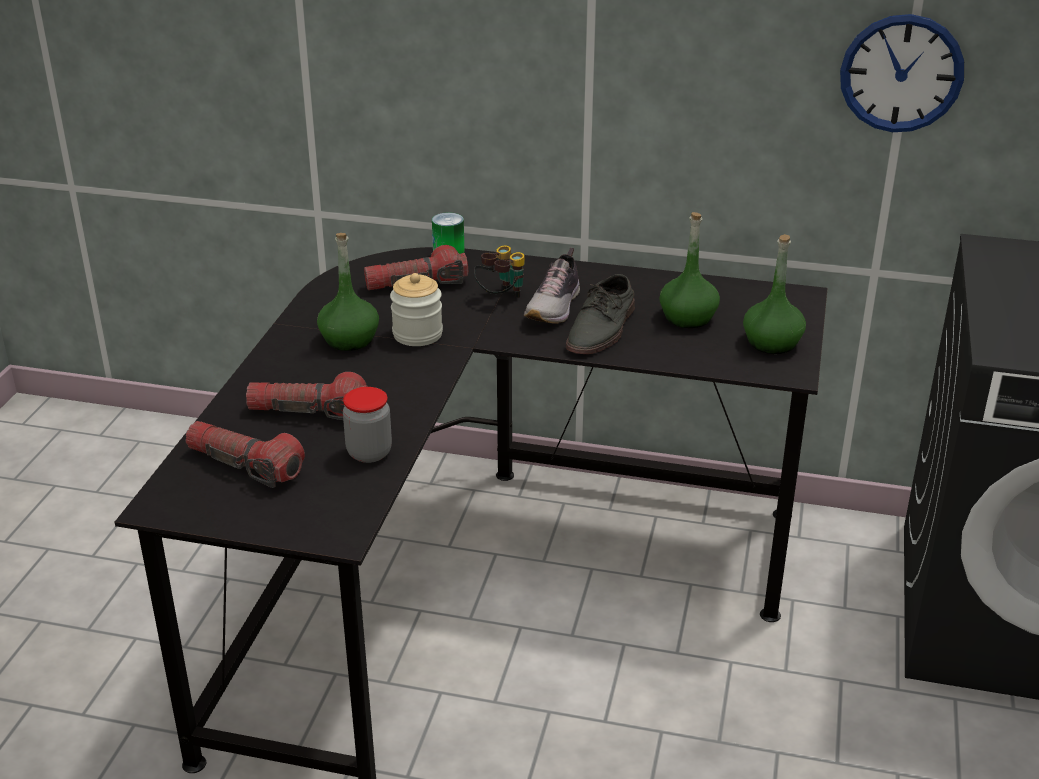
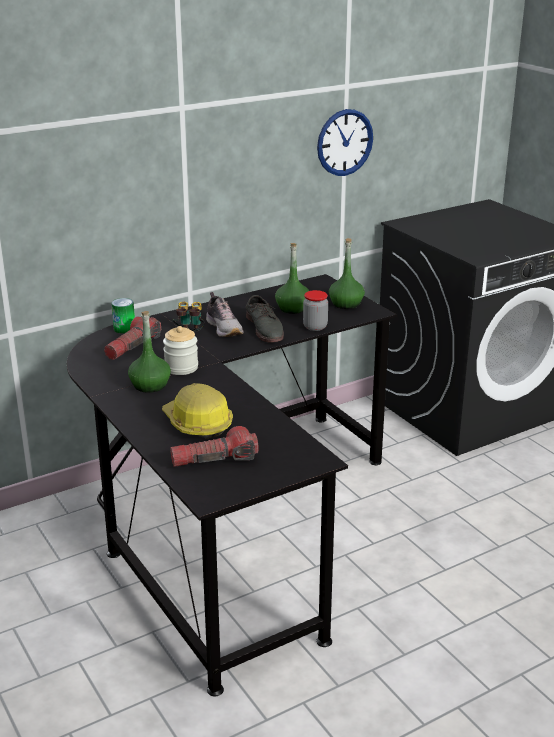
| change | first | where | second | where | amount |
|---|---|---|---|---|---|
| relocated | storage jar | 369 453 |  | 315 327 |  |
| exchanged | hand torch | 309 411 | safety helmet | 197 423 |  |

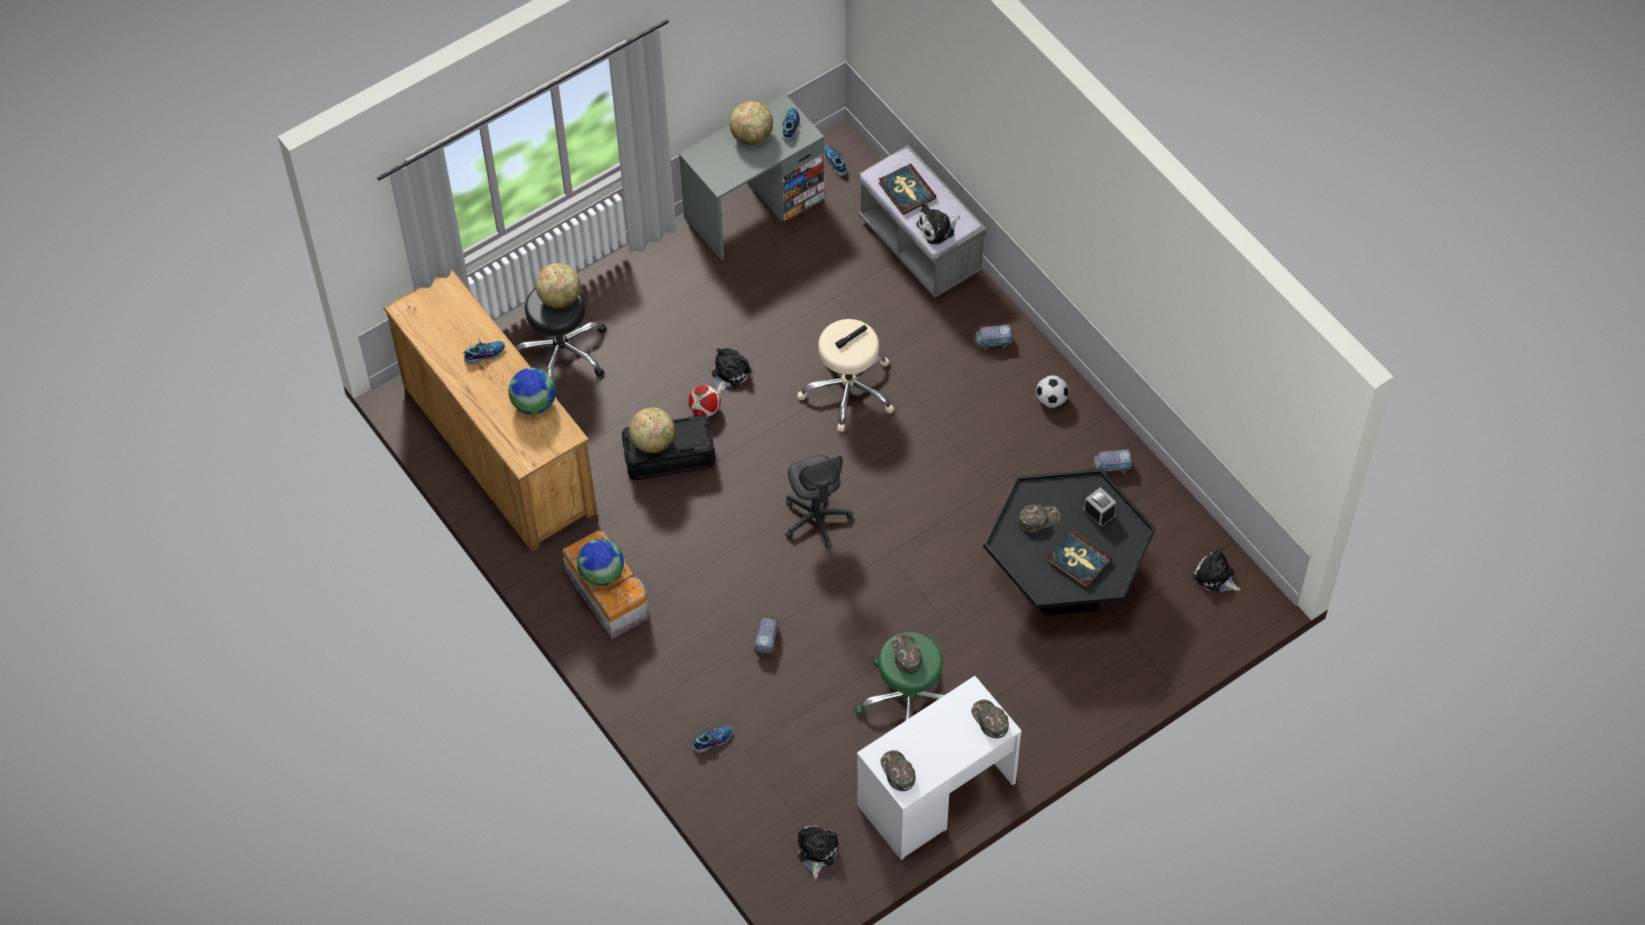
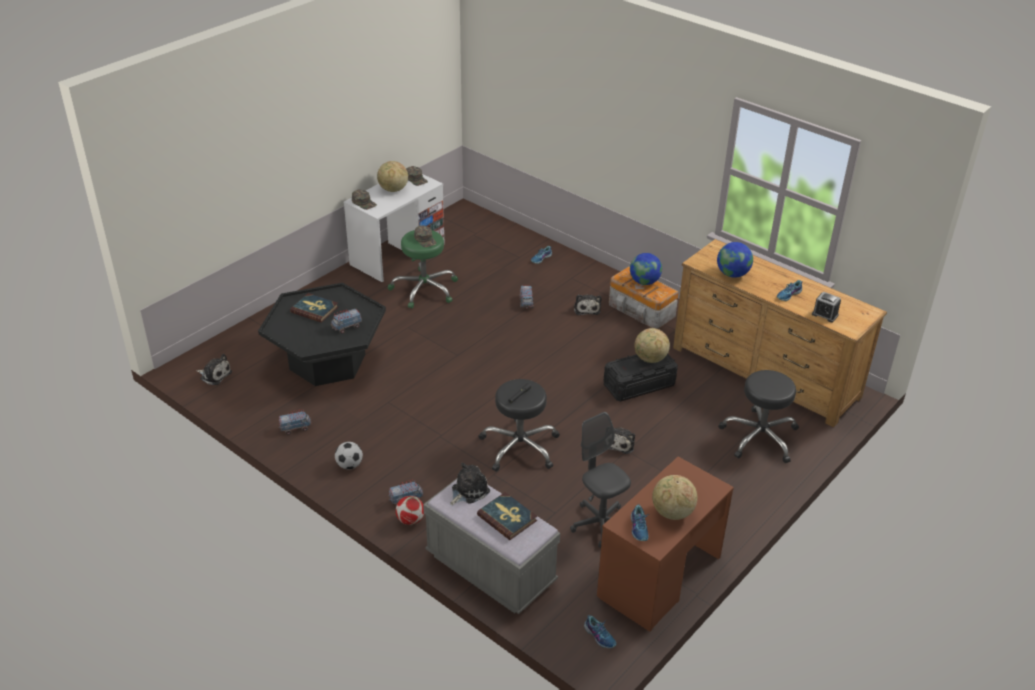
| change | first | where | second | where | amount |
|---|---|---|---|---|---|
| relocated | world globe | 560 298 |  | 393 190 |  |
| relocated | ball for football | 705 409 |  | 410 520 |  |
| relocated | gray desk chair | 816 519 |  | 600 524 |  |
| relocated | plush toy | 816 851 |  | 587 308 |  |
| relocated | table clock | 1099 513 |  | 825 315 |  |
| exchanged | greenish cap | 1038 519 | toy lorry | 346 327 |  |
| colour | gray desk | 754 208 | brown-coloured desk | 659 577 |  |
| colour | beige stool | 848 390 | black stool | 519 446 |  |

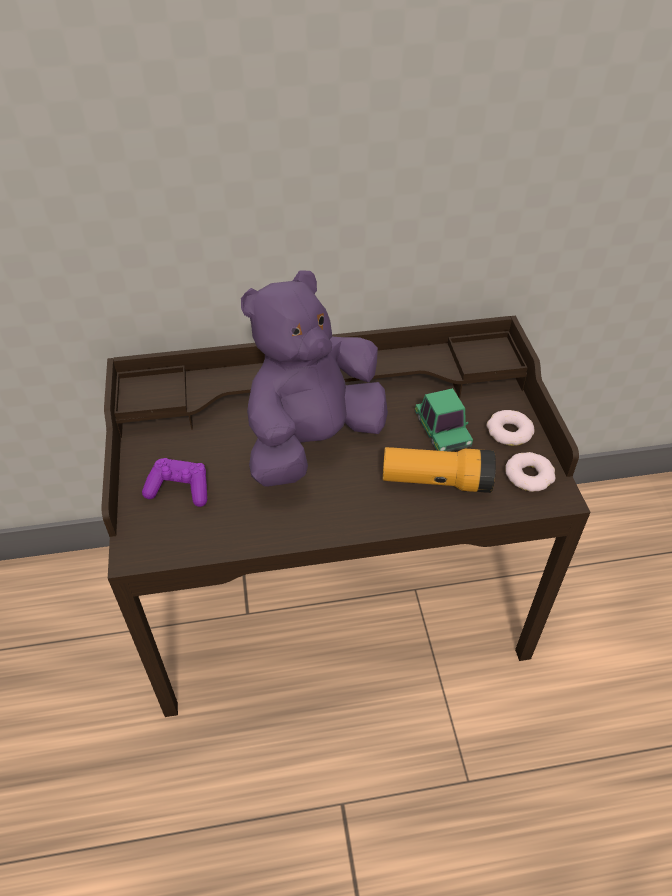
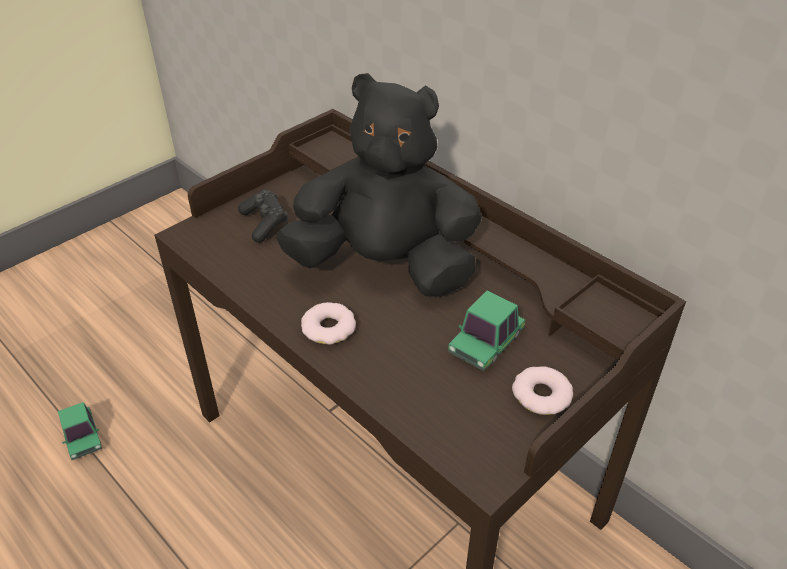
| change | first | where | second | where | amount |
|---|---|---|---|---|---|
| missing | hand torch | 436 481 |  |  |  |
| appeared |  |  | miniature car | 82 437 |  |
| relocated | donut | 529 475 |  | 329 328 |  |
| colour | purple gamepad | 180 489 | black gamepad | 265 223 |  |
| colour | purple plush toy | 312 441 | black plush toy | 385 266 |  |

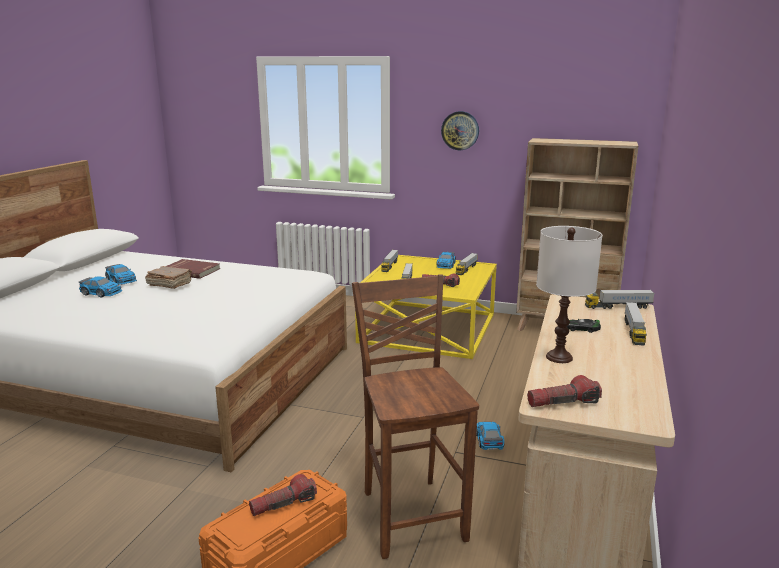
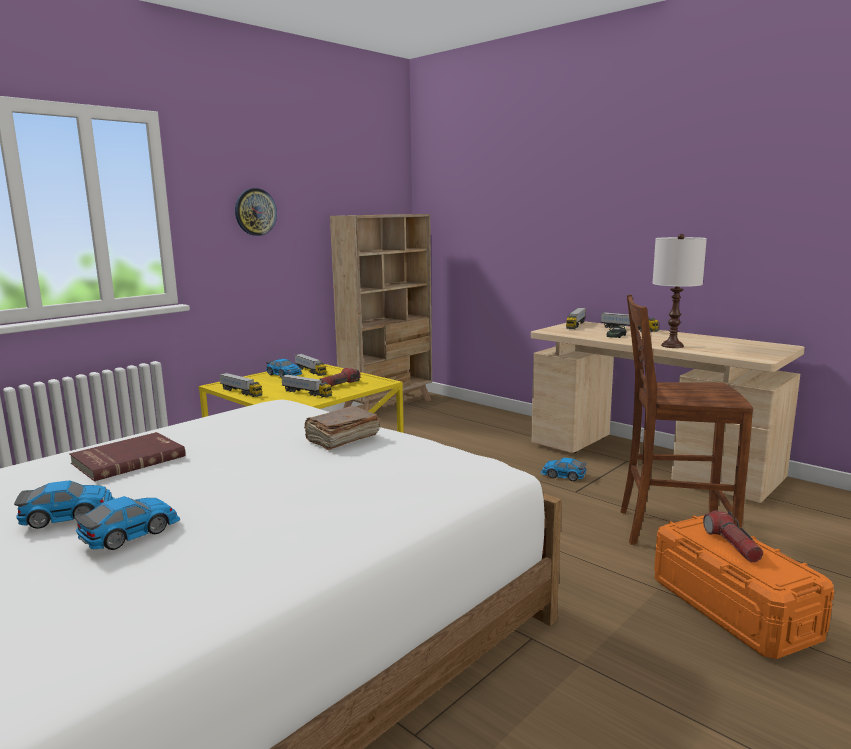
| change | first | where | second | where | amount |
|---|---|---|---|---|---|
| missing | hand torch | 563 403 |  |  |  |
| relocated | brown-coloured volume | 169 284 |  | 341 439 |  |

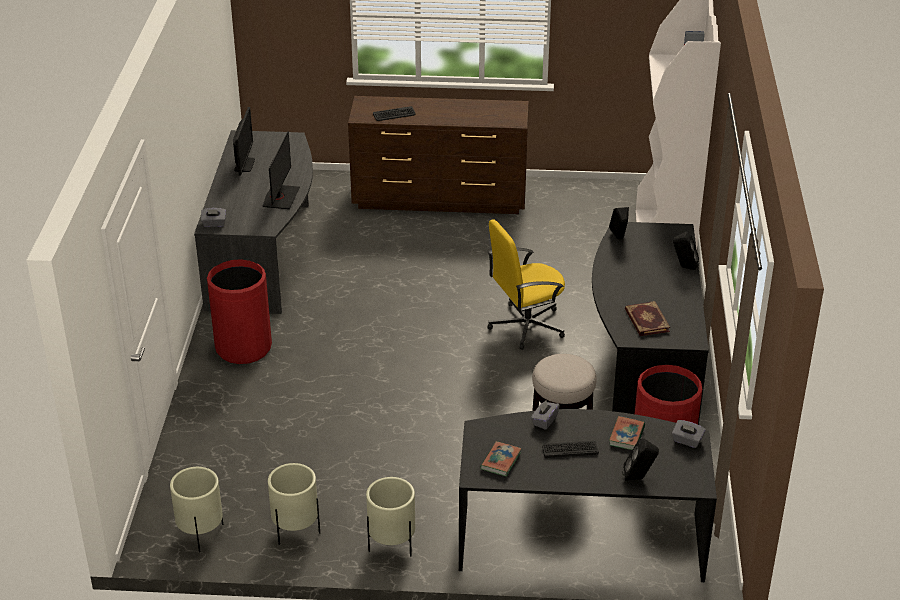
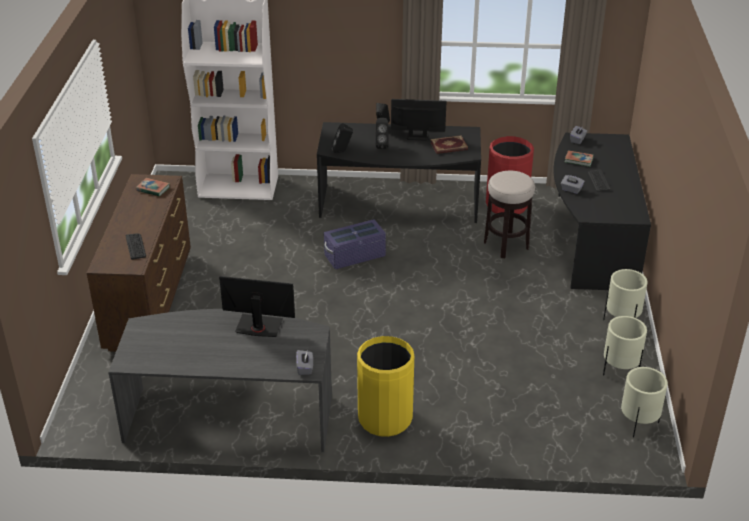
| change | first | where | second | where | amount |
|---|---|---|---|---|---|
| relocated | monitor | 244 165 |  | 417 136 |  |
| relocated | volume | 500 461 |  | 153 189 |  |
| relocated | black loudspeaker | 639 478 |  | 381 145 |  |
| exchanged | yellow desk chair | 525 326 | purple storage box | 354 256 |  |
| colour | red waste bin | 243 347 | yellow waste bin | 385 418 |  |

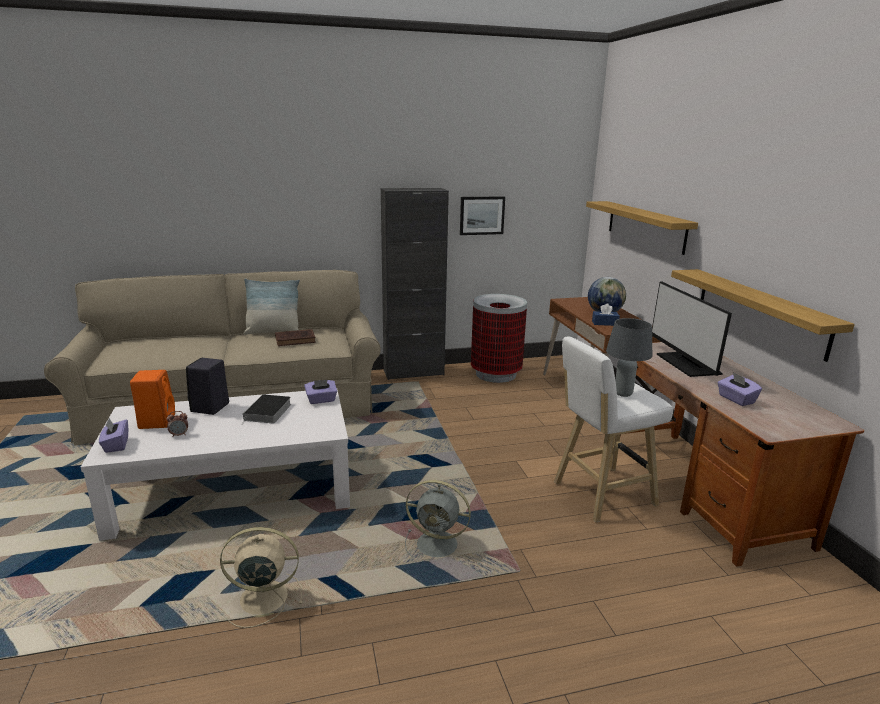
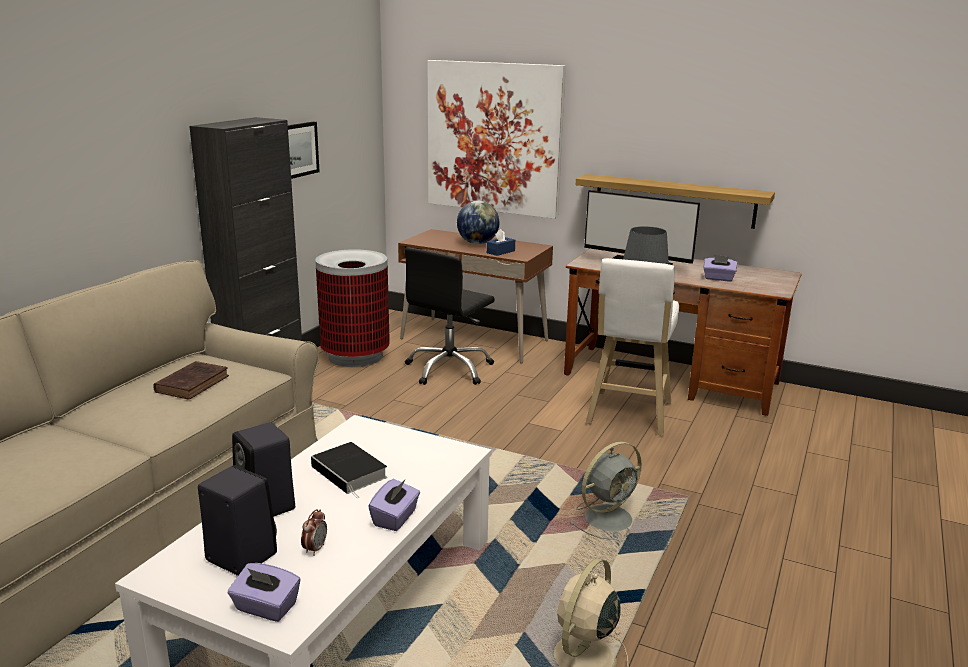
| change | first | where | second | where | amount |
|---|---|---|---|---|---|
| missing | throw pillow | 273 332 |  |  |  |
| appeared |  |  | black desk chair | 449 369 |  |
| relocated | purple tissue holder | 321 400 |  | 395 518 |  |
| exchanged | shelf | 645 226 | picture | 494 138 |  |
| colour | orange loudspeaker | 157 421 | black loudspeaker | 239 556 |  |

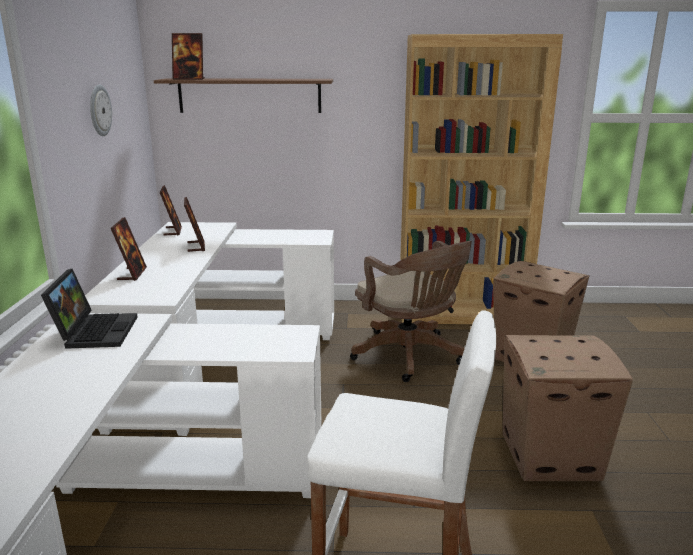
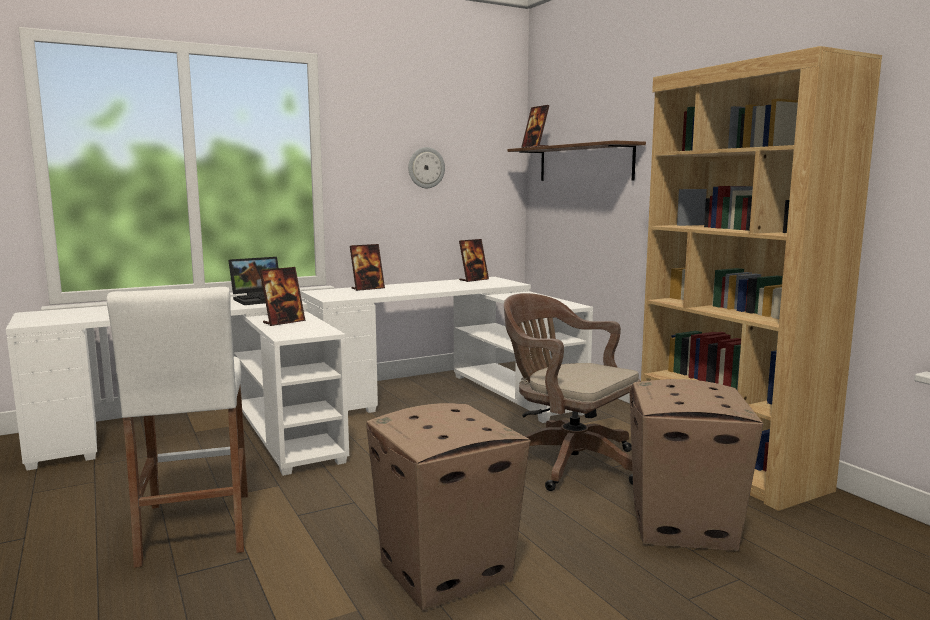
| change | first | where | second | where | amount |
|---|---|---|---|---|---|
| relocated | picture frame | 196 247 |  | 283 322 |  |
| spun | brown-coloured desk chair | 410 356 |  | 566 461 | 105 degrees clockwise |

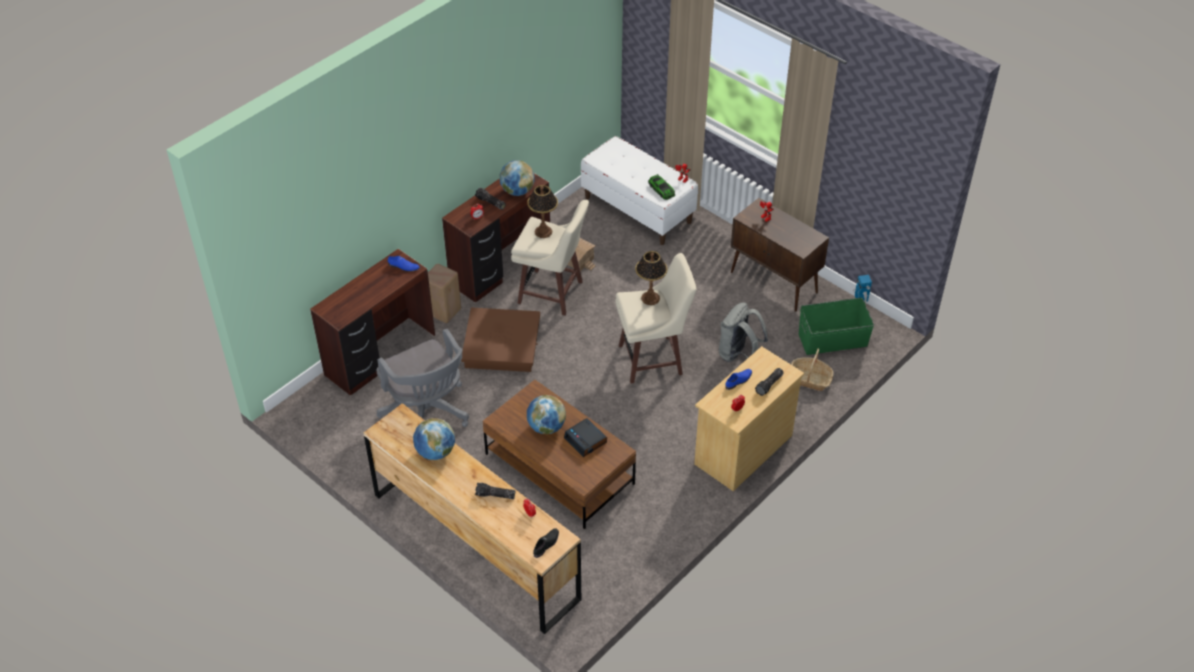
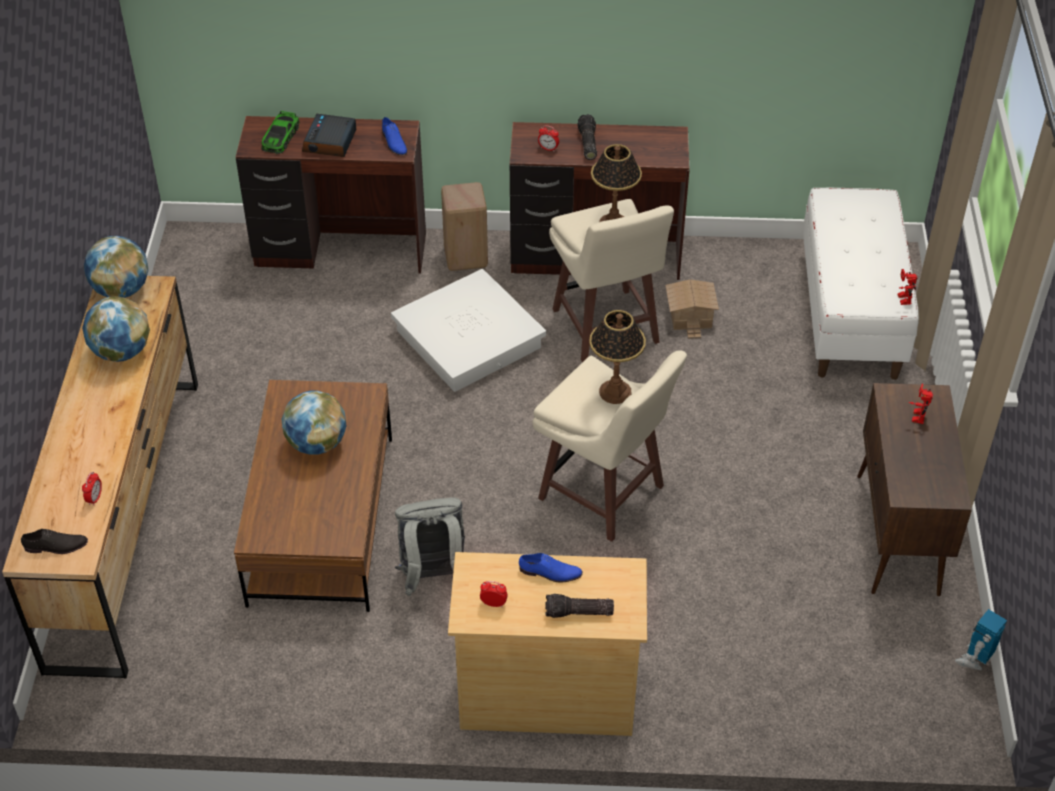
| change | first | where | second | where | amount |
|---|---|---|---|---|---|
| missing | gray desk chair | 428 414 |  |  |  |
| missing | hand torch | 495 495 |  |  |  |
| missing | storage basket | 810 379 |  |  |  |
| missing | greenish storage box | 833 340 |  |  |  |
| relocated | world globe | 517 191 |  | 121 290 |  |
| relocated | table clock | 586 440 |  | 330 142 |  |
| relocated | miniature car | 661 190 |  | 280 137 |  |
| relocated | gray knapsack | 738 354 |  | 433 577 |  |
| colour | brown-coloured storage box | 502 345 | white-coloured storage box | 469 339 |  |

